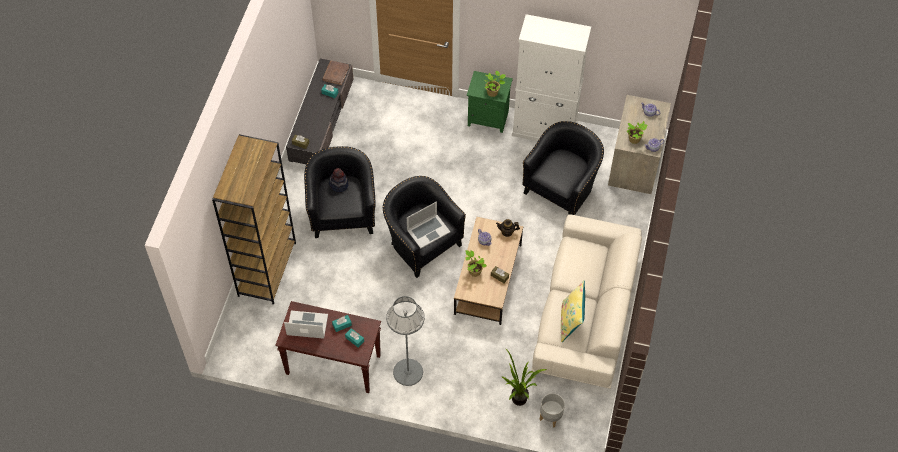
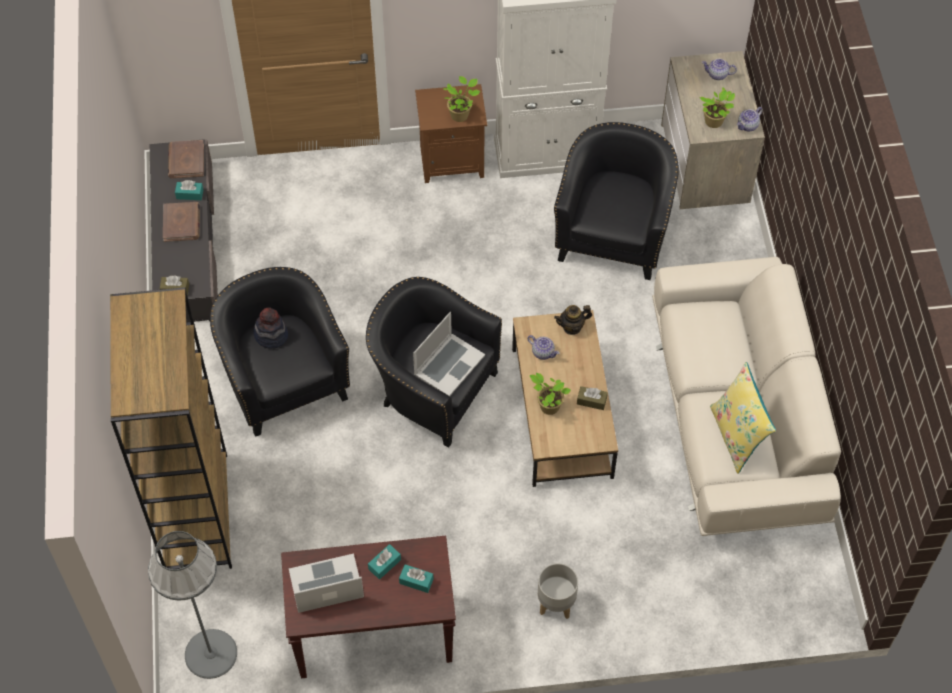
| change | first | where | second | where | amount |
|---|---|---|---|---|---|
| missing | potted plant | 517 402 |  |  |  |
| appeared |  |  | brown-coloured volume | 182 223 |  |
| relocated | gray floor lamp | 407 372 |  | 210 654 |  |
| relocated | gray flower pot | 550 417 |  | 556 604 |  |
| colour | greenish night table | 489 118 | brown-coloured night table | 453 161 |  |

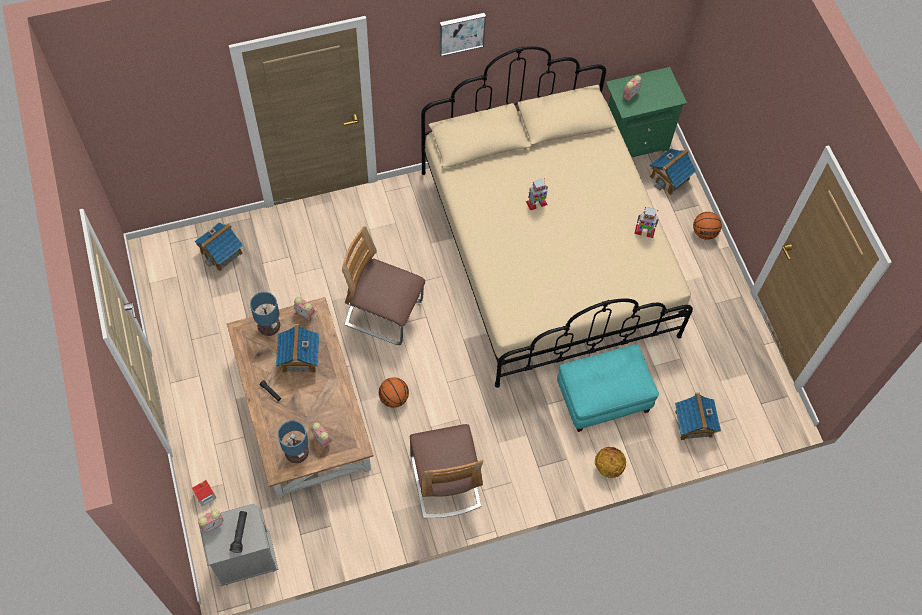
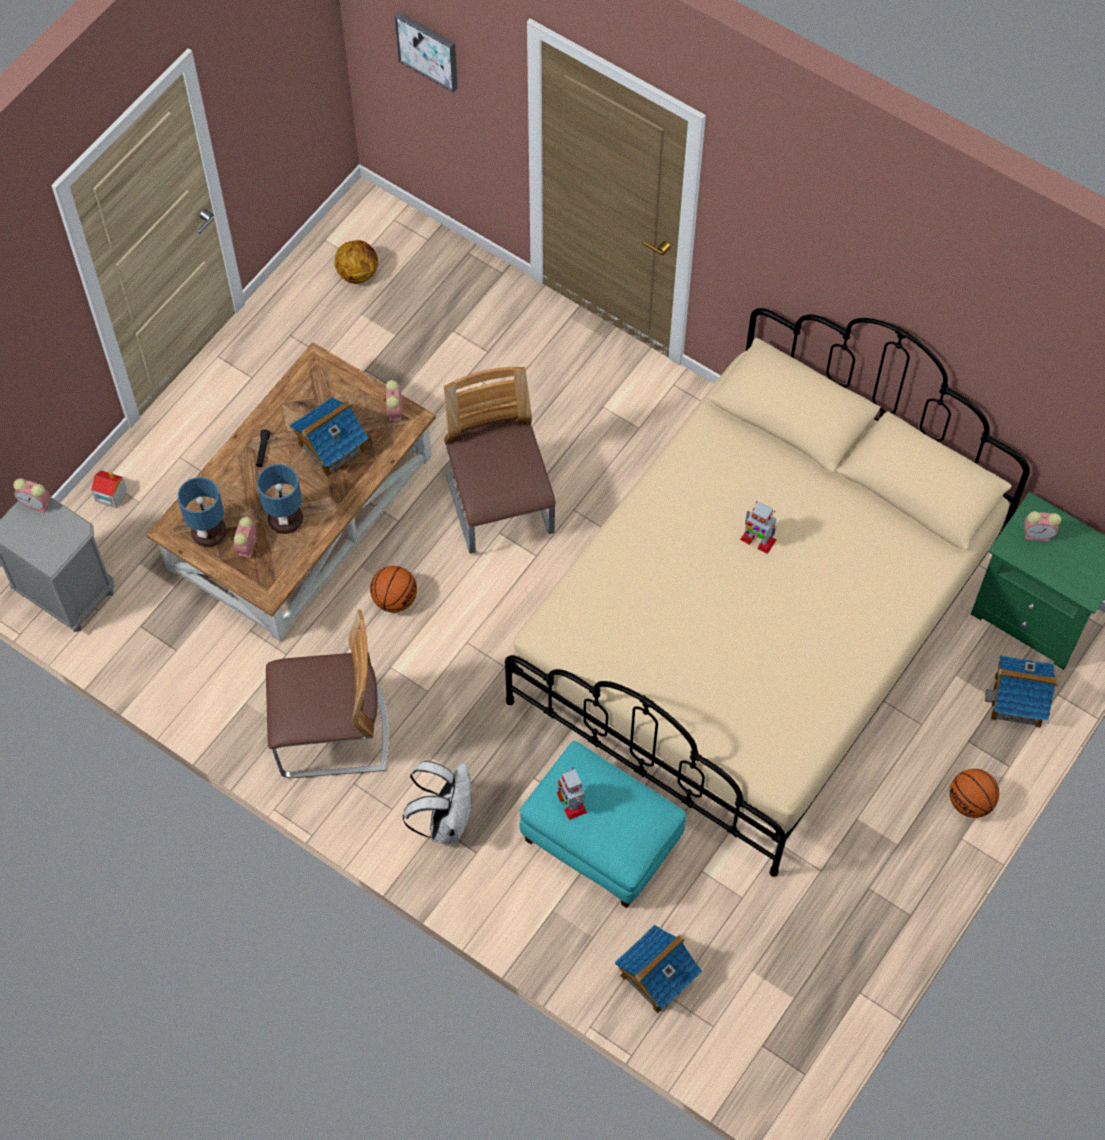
| change | first | where | second | where | amount |
|---|---|---|---|---|---|
| missing | model house | 221 253 |  |  |  |
| missing | black hand torch | 240 533 |  |  |  |
| appeared |  |  | white-coloured knapsack | 445 820 |  |
| relocated | tabletop lamp | 270 326 |  | 286 521 |  |
| relocated | picture | 461 32 |  | 428 50 |  |
| relocated | basketball | 608 467 |  | 358 273 |  |
| relocated | toy robot | 644 231 |  | 571 802 |  |
| spun | plain chair | 445 481 |  | 332 734 | 135 degrees counterclockwise |

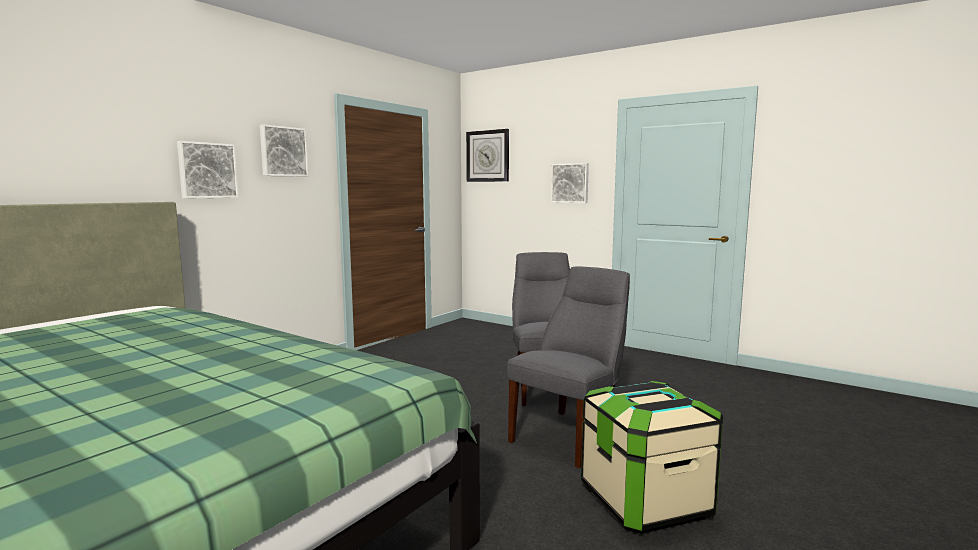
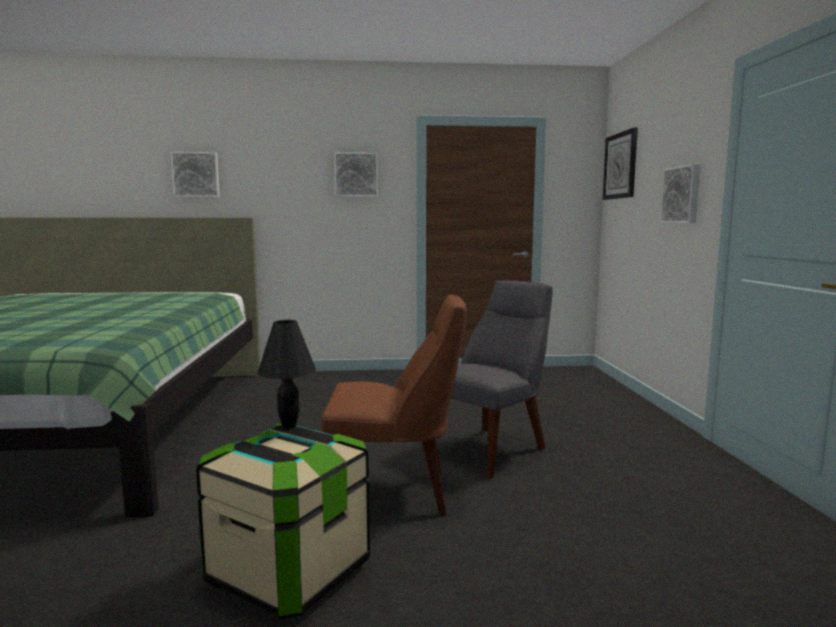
| change | first | where | second | where | amount |
|---|---|---|---|---|---|
| appeared |  |  | black tabletop lamp | 288 426 |  |
| relocated | picture | 207 170 |  | 196 175 |  |
| colour | gray plain chair | 571 435 | brown-coloured plain chair | 394 493 |  |

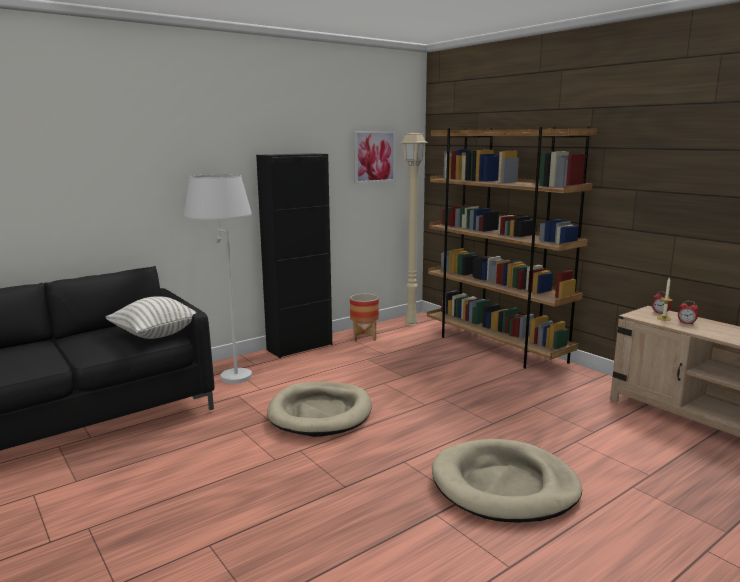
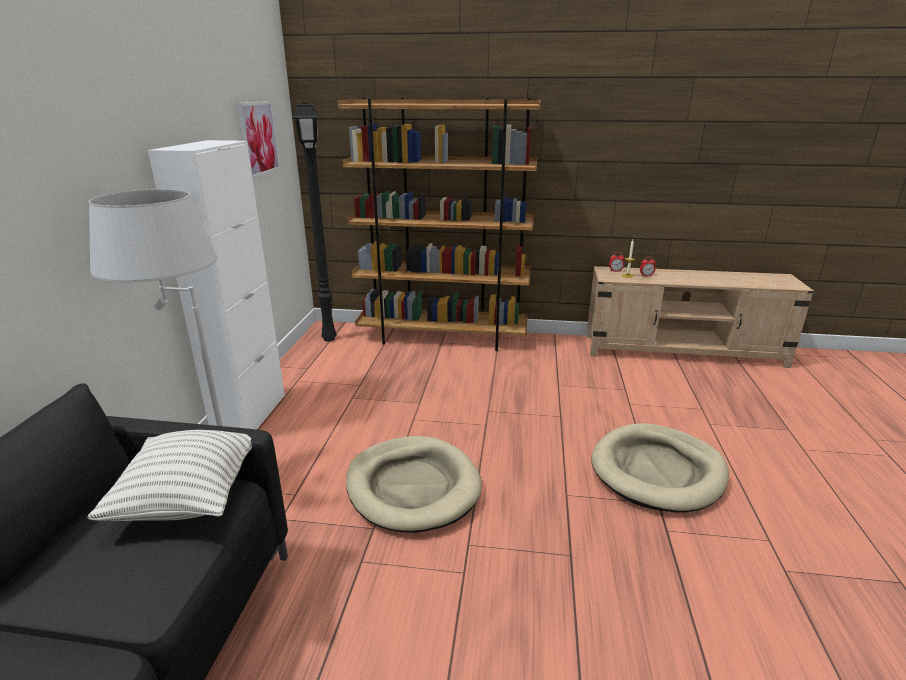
| change | first | where | second | where | amount |
|---|---|---|---|---|---|
| missing | flower pot | 364 337 |  |  |  |
| colour | black cupboard | 299 347 | white-coloured cupboard | 250 415 |  |
| colour | beige floor lamp | 412 324 | black floor lamp | 330 338 |  |

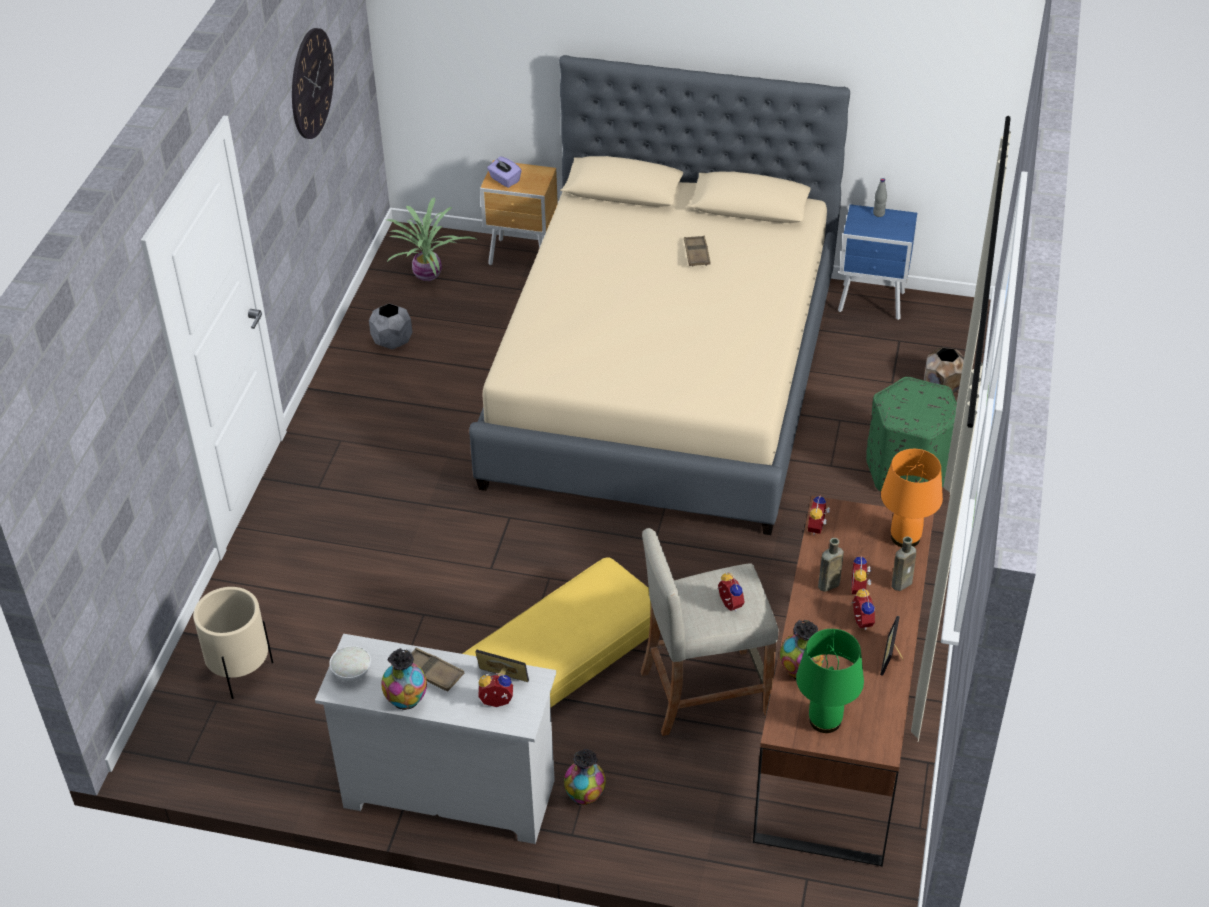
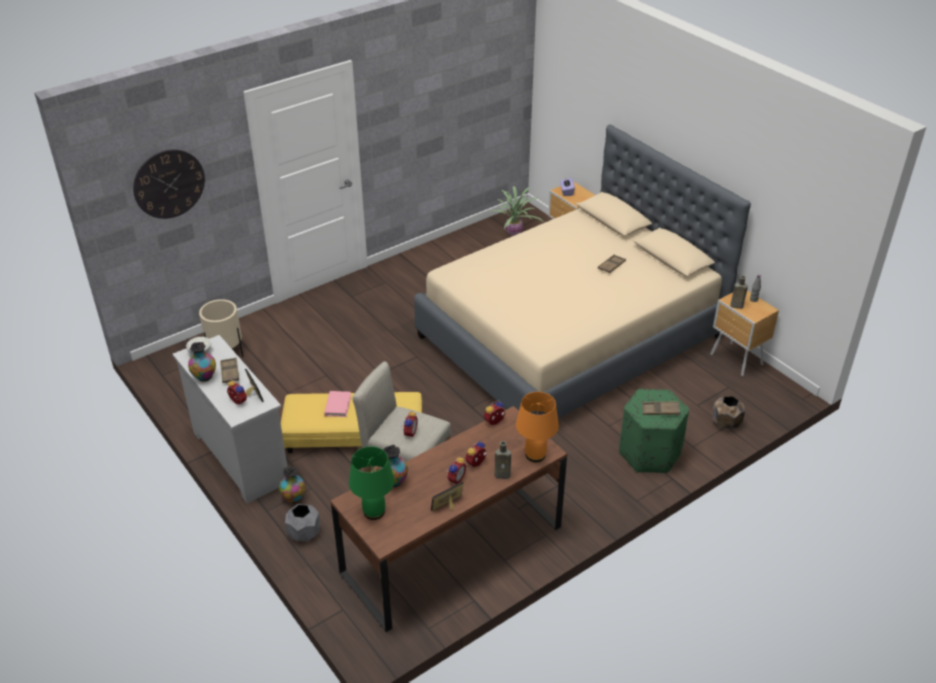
| change | first | where | second | where | amount |
|---|---|---|---|---|---|
| appeared |  |  | pink-coloured volume | 337 405 |  |
| appeared |  |  | brown-coloured carrying tray | 660 410 |  |
| relocated | wall clock | 311 83 |  | 169 184 |  |
| relocated | gray flower pot | 392 342 |  | 303 533 |  |
| relocated | brown-coloured drink bottle | 827 585 |  | 735 306 |  |
| colour | blue-coloured night table | 872 303 | brown-coloured night table | 736 360 |  |

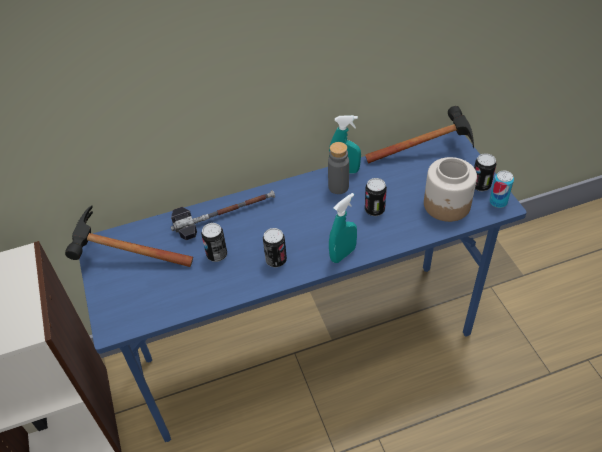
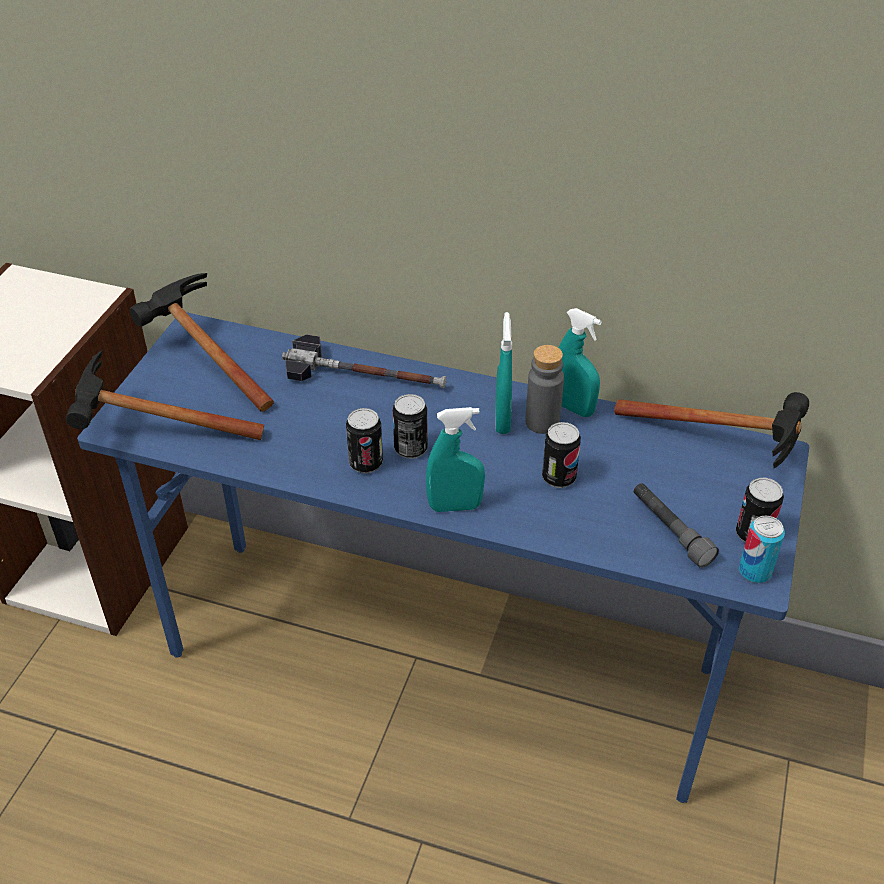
| change | first | where | second | where | amount |
|---|---|---|---|---|---|
| appeared |  |  | tool hammer | 149 433 |  |
| appeared |  |  | blue-green spray bottle | 502 420 |  |
| relocated | sealed can | 217 255 |  | 410 449 |  |
| exchanged | storage jar | 447 205 | gray hand torch | 670 531 |  |

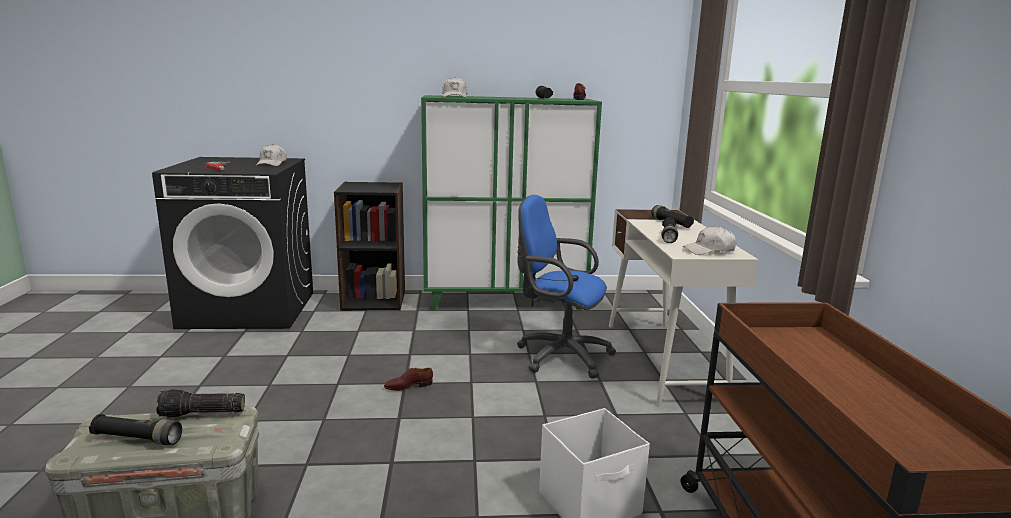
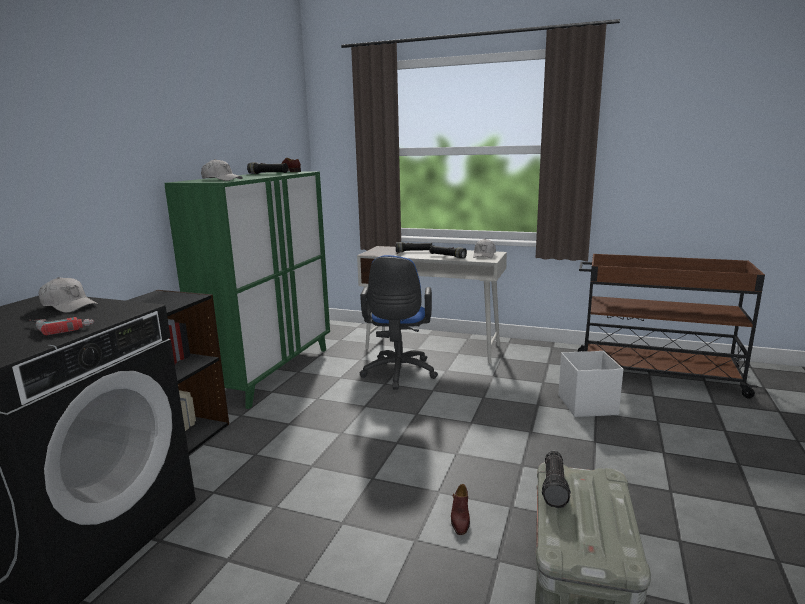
| change | first | where | second | where | amount |
|---|---|---|---|---|---|
| missing | black hand torch | 137 439 |  |  |  |
| relocated | brown-coloured low shoe | 408 386 |  | 460 517 |  |
| spun | blue-coloured desk chair | 559 355 |  | 398 374 | 45 degrees counterclockwise |

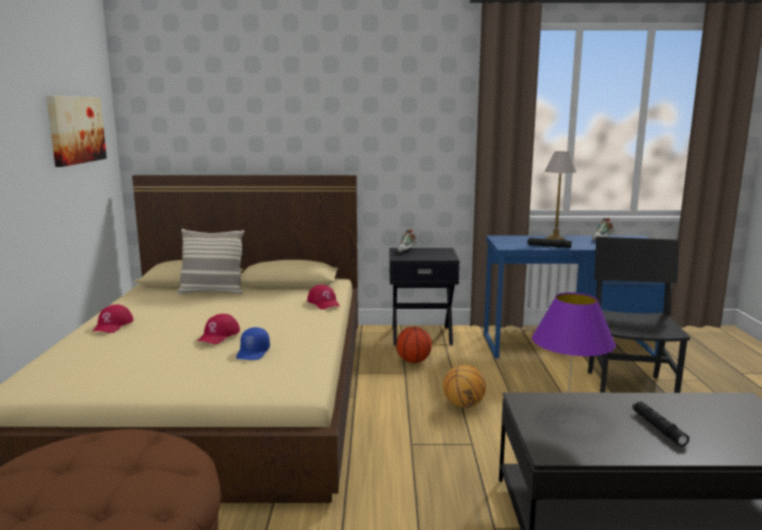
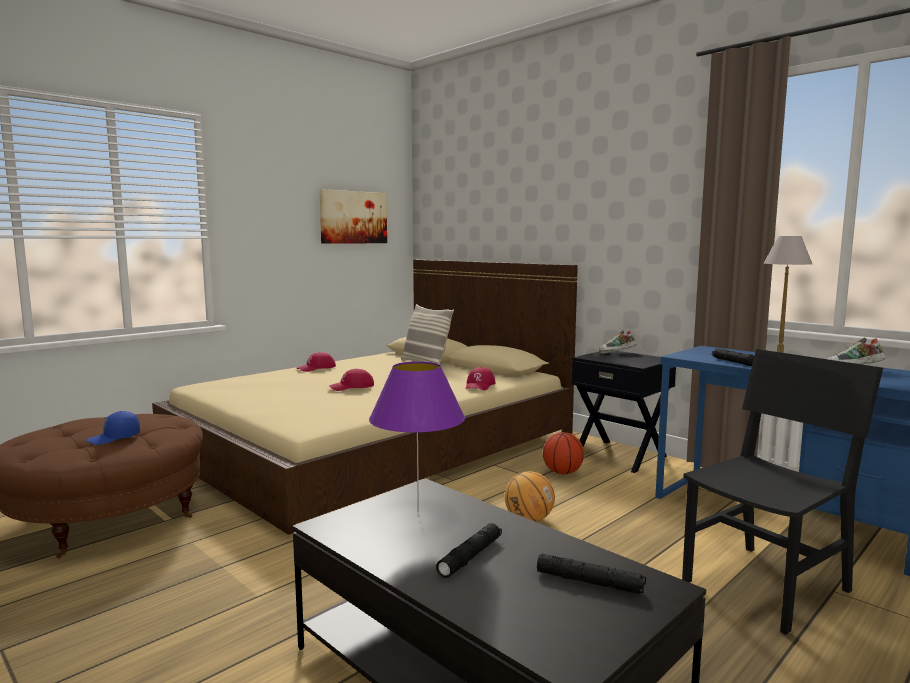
| change | first | where | second | where | amount |
|---|---|---|---|---|---|
| appeared |  |  | black hand torch | 589 582 |  |
| relocated | blue-coloured cap | 253 353 |  | 114 438 |  |

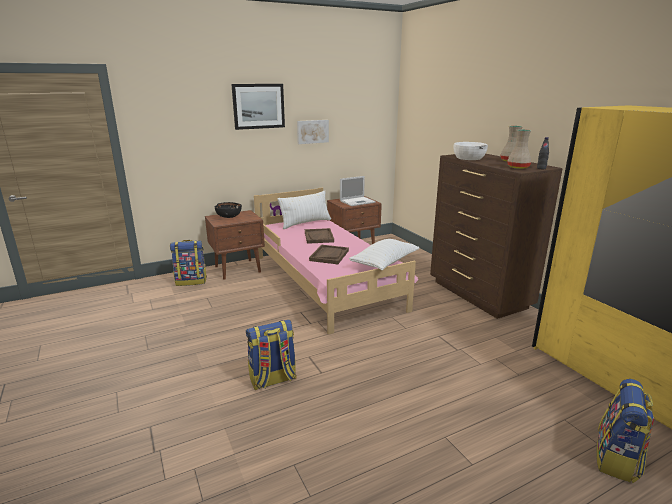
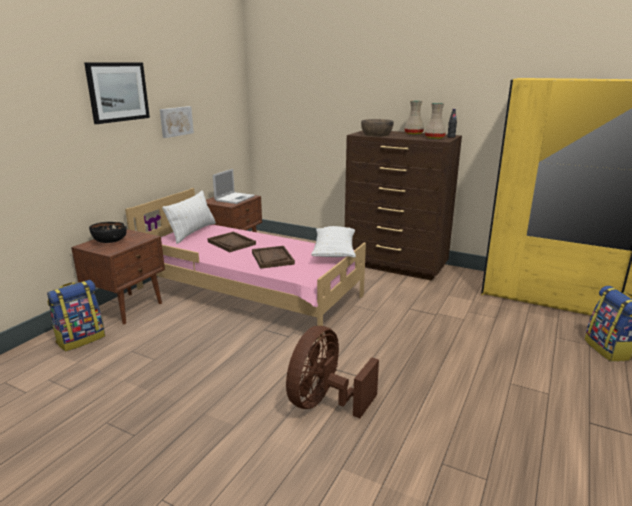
| change | first | where | second | where | amount |
|---|---|---|---|---|---|
| exchanged | knapsack | 272 380 | brown-coloured electric fan | 324 402 |  |
| colour | white-coloured serving bowl | 469 158 | brown-coloured serving bowl | 376 134 |  |

